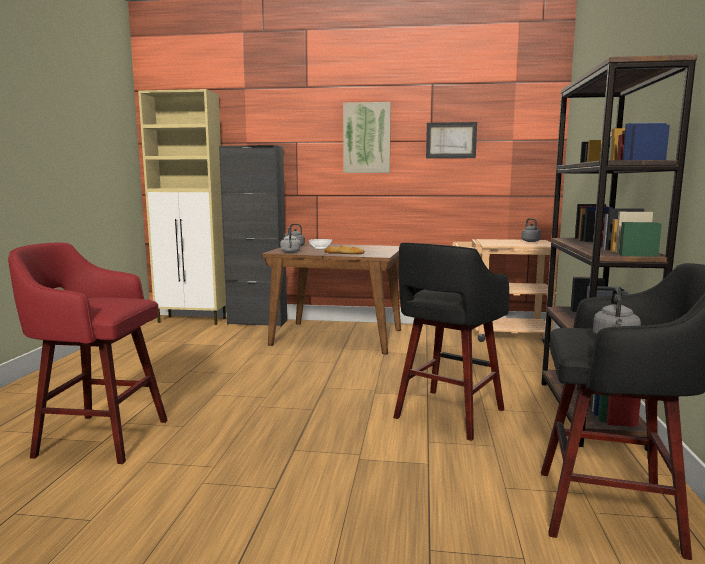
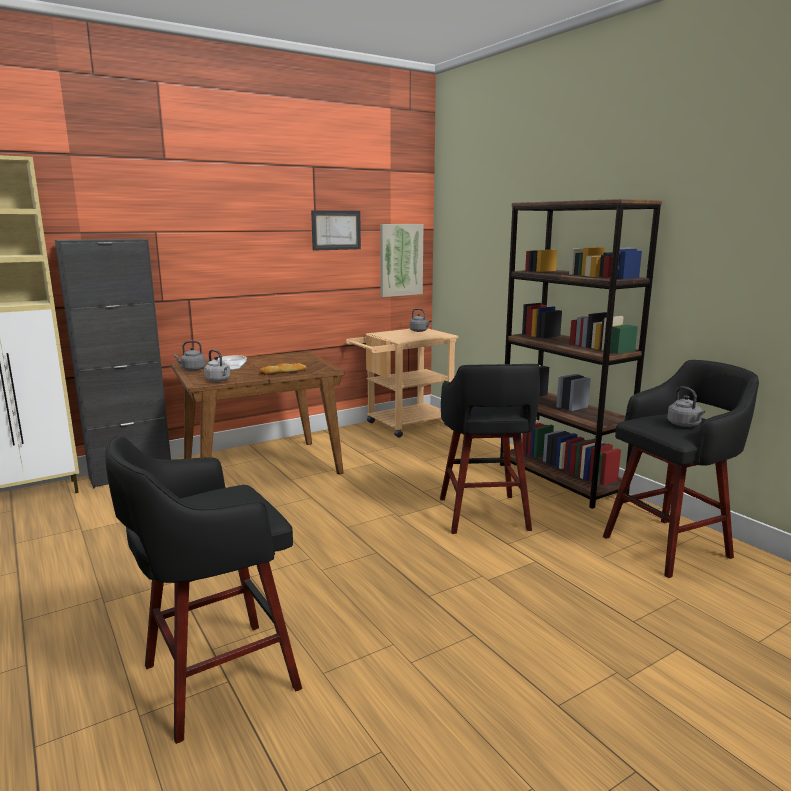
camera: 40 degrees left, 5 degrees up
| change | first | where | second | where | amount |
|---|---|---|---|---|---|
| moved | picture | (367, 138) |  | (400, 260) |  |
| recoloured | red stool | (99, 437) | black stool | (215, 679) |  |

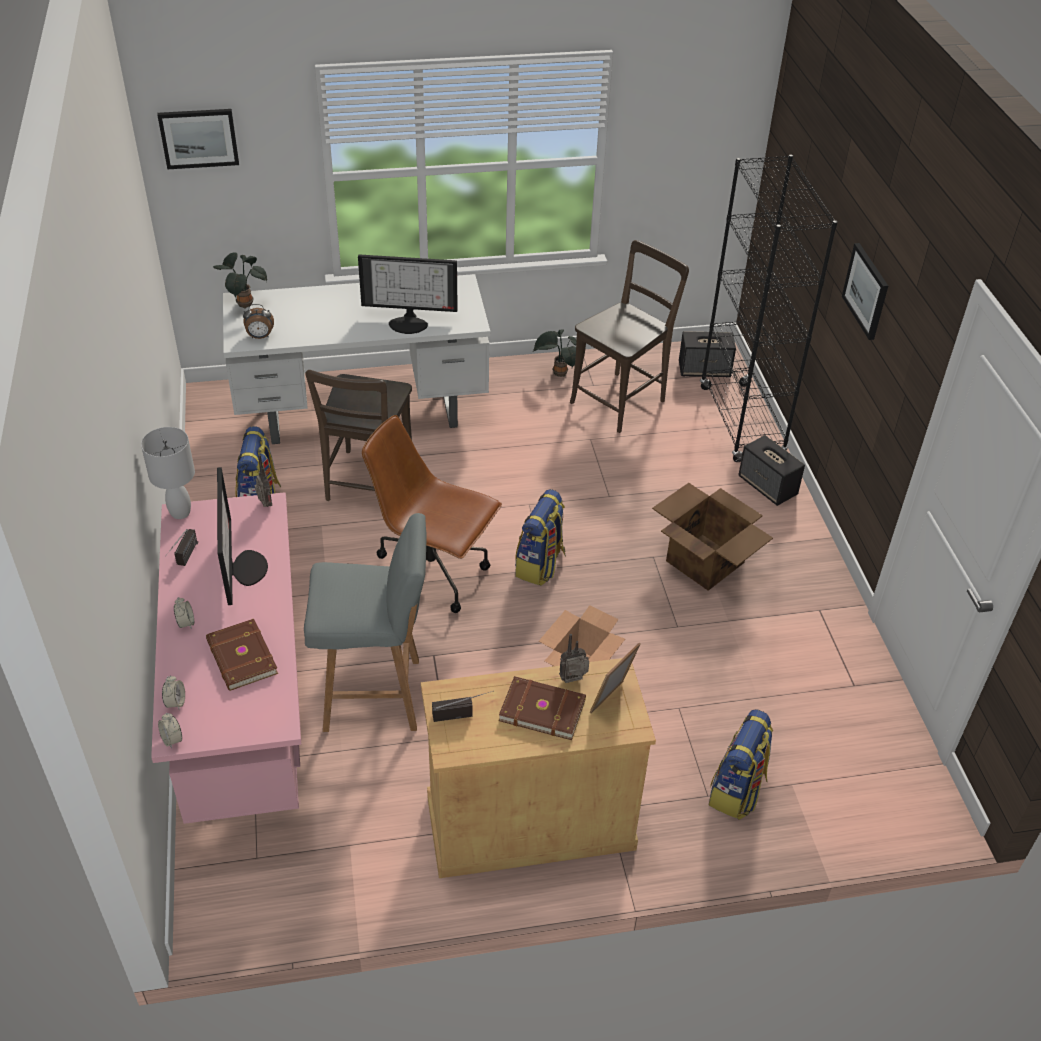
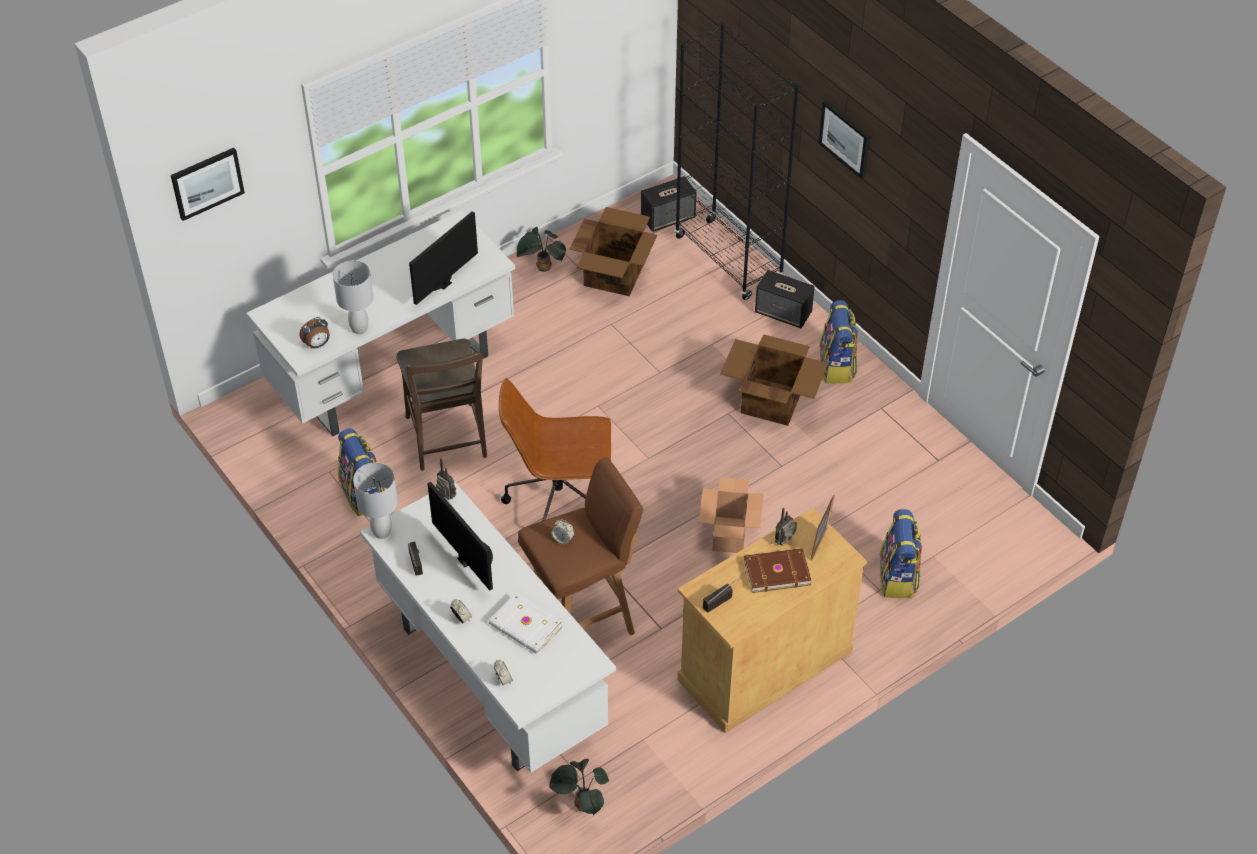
camera: 25 degrees left, 5 degrees up
| change | first | where | second | where | amount |
|---|---|---|---|---|---|
| replaced | brown chair | (621, 399) | cardboard box | (614, 274) |  |
| moved | potted plant | (243, 303) |  | (581, 805) |  |
| turned | monitor | (409, 322) |  | (439, 281) | 150 degrees clockwise |
| moved | backpack | (540, 565) |  | (837, 366) |  |
| recoloured | pink desk | (244, 715) | white desk | (490, 679) |  |
| recoloured | grey stool | (375, 695) | brown stool | (583, 619) |  |
| recoloured | brown book | (240, 658) | white book | (525, 627) |  |
| moved | alarm clock | (172, 739) |  | (563, 539) |  |
| added |  |  | white table lamp | (358, 328) |  |

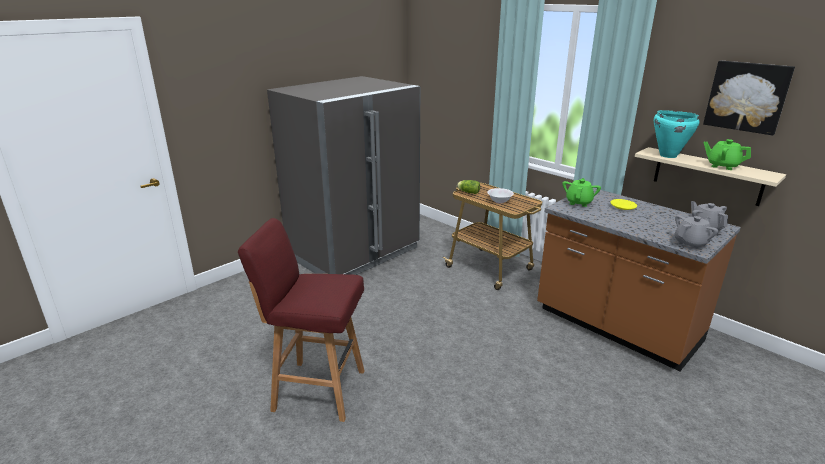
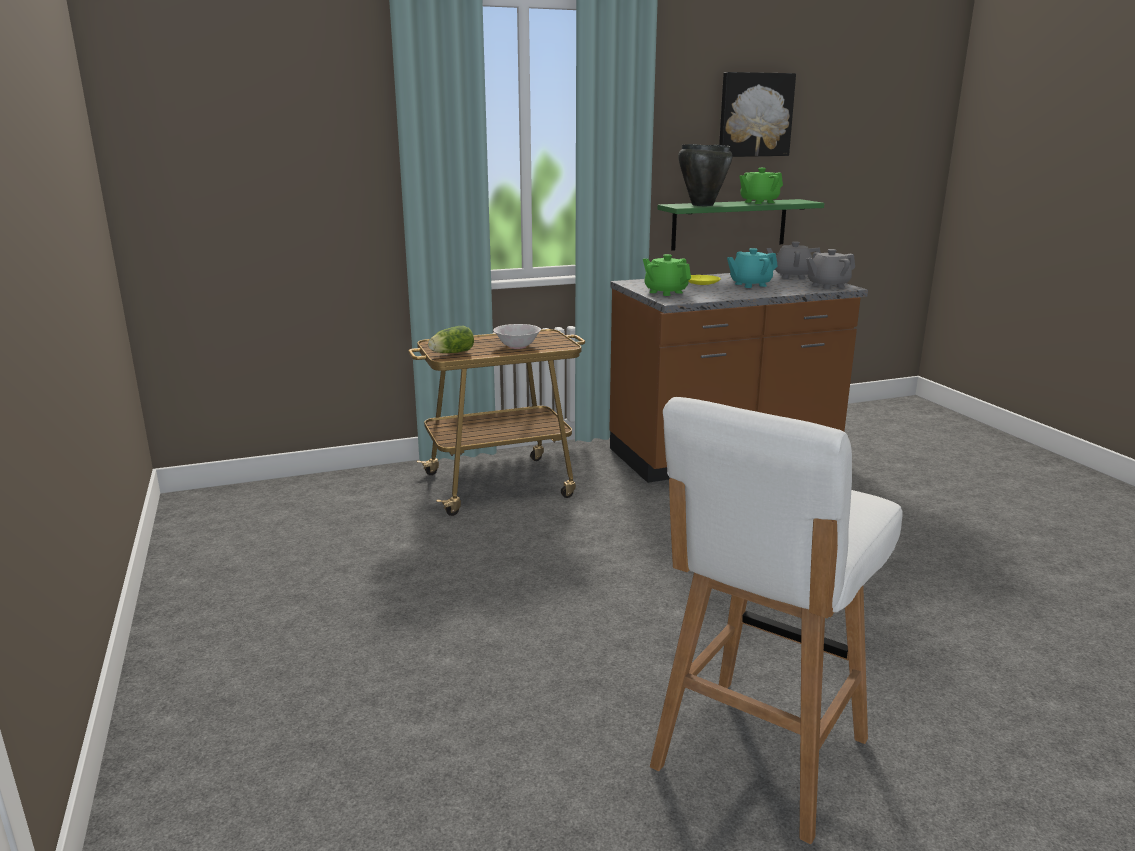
camera: 65 degrees left, 5 degrees down
| change | first | where | second | where | amount |
|---|---|---|---|---|---|
| removed | grey fridge | (354, 252) |  |  |  |
| recoloured | turquoise cooking pot | (667, 155) | black cooking pot | (702, 205) |  |
| recoloured | beige shelf | (707, 176) | green shelf | (729, 224) |  |
| turned | grey teapot | (691, 243) |  | (827, 286) | 105 degrees counterclockwise |
| recoloured | red stool | (317, 389) | white stool | (757, 756) |  |
| added |  |  | turquoise teapot | (750, 285) |  |

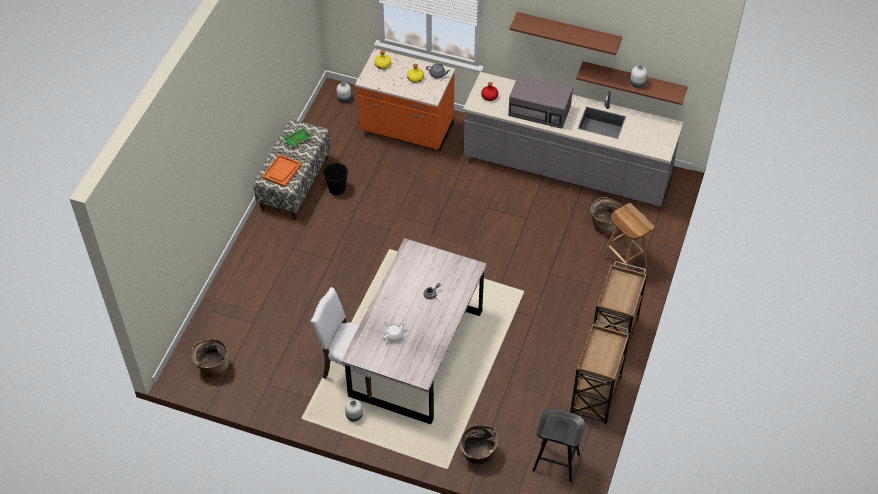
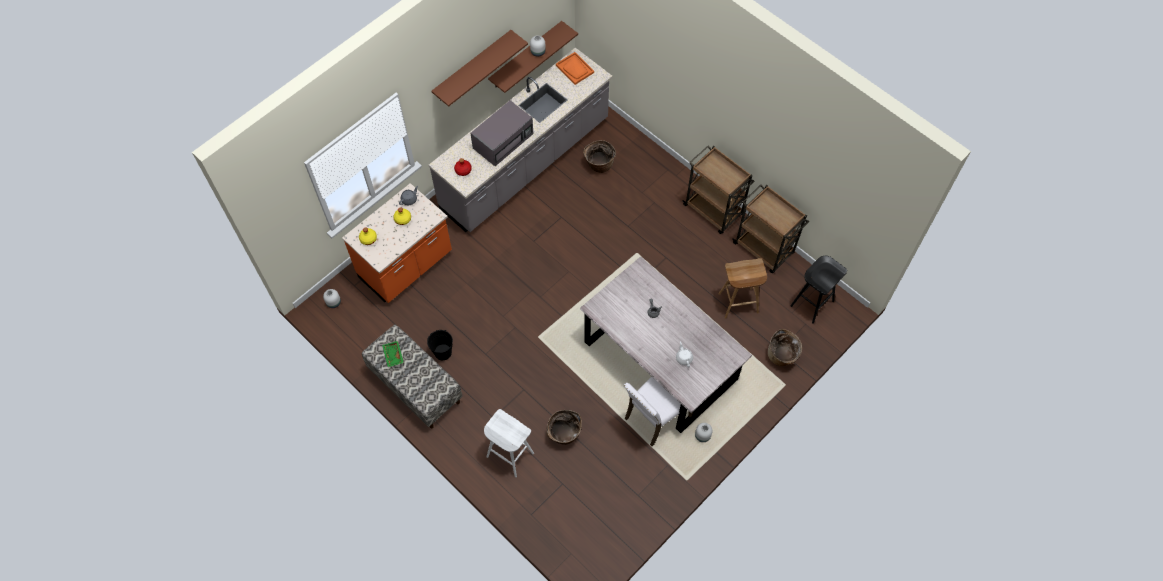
camera: 65 degrees left, 10 degrees up
| change | first | where | second | where | amount |
|---|---|---|---|---|---|
| moved | orange tray | (282, 171) |  | (575, 69) |  |
| moved | brown stool | (623, 262) |  | (738, 303) |  |
| moved | basket | (212, 367) |  | (564, 435) |  |
| added |  |  | white stool | (509, 455) |  |

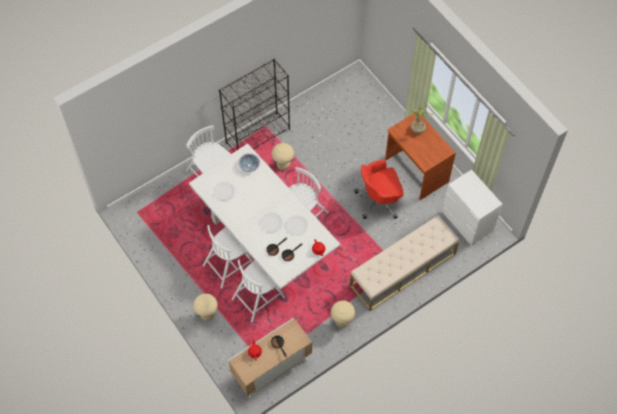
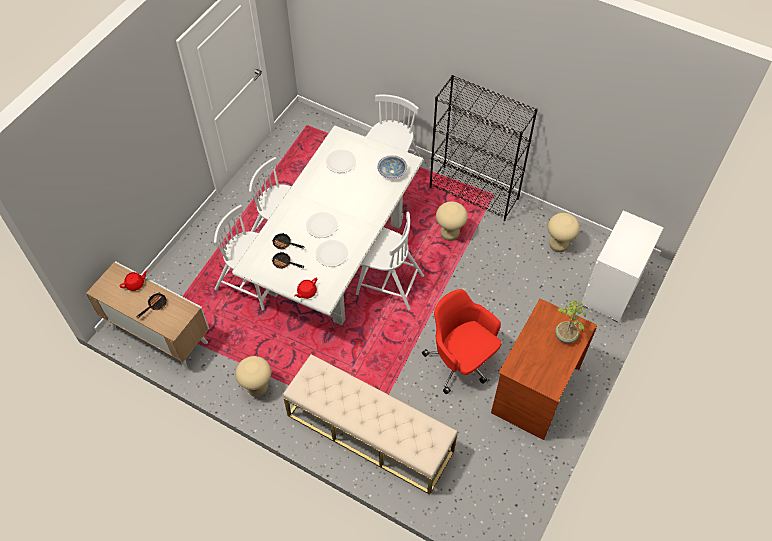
camera: 65 degrees right, 5 degrees down
| change | first | where | second | where | amount |
|---|---|---|---|---|---|
| moved | white dresser | (467, 222) |  | (611, 290) |  |
| moved | beige stool | (207, 314) |  | (558, 245) |  |

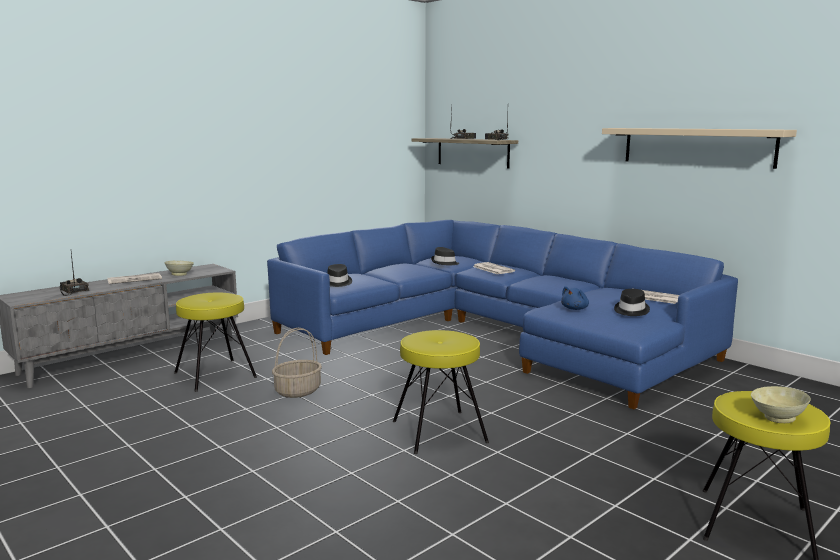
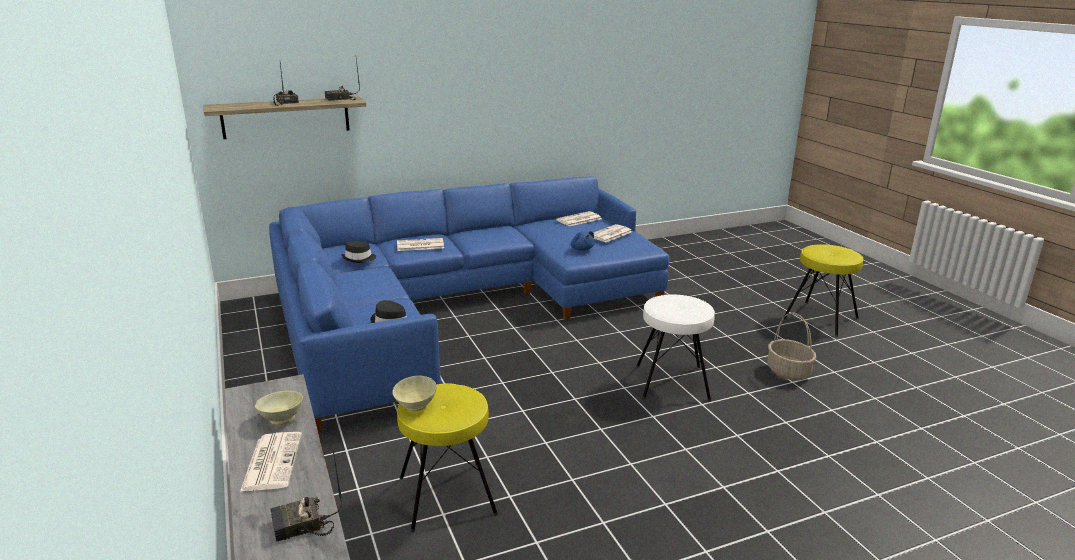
camera: 70 degrees left, 10 degrees up
| change | first | where | second | where | amount |
|---|---|---|---|---|---|
| removed | beige shelf | (697, 146) |  |  |  |
| replaced | black hat | (631, 310) | newspaper | (610, 234) |  |
| moved | basket | (298, 391) |  | (787, 371) |  |
| recoloured | yellow stool | (439, 431) | white stool | (672, 382) |  |
| moved | beige bowl | (776, 418) |  | (415, 406) |  |

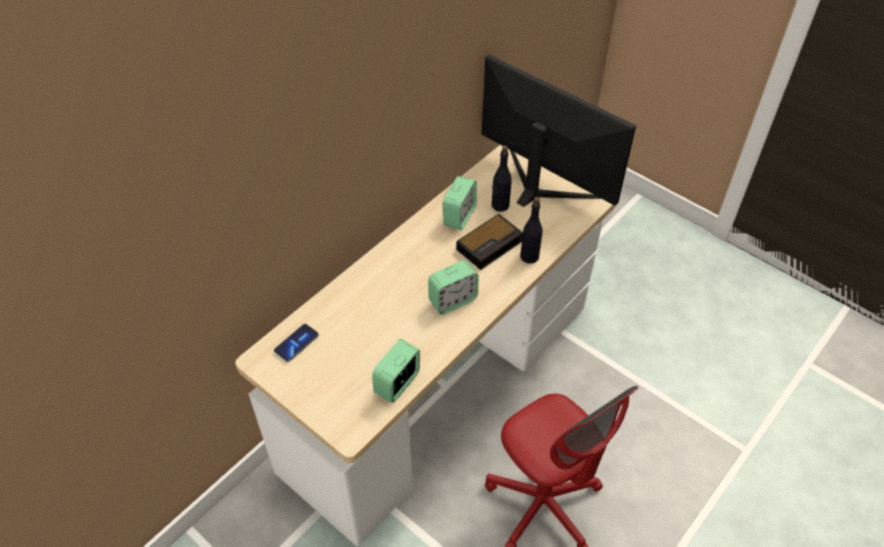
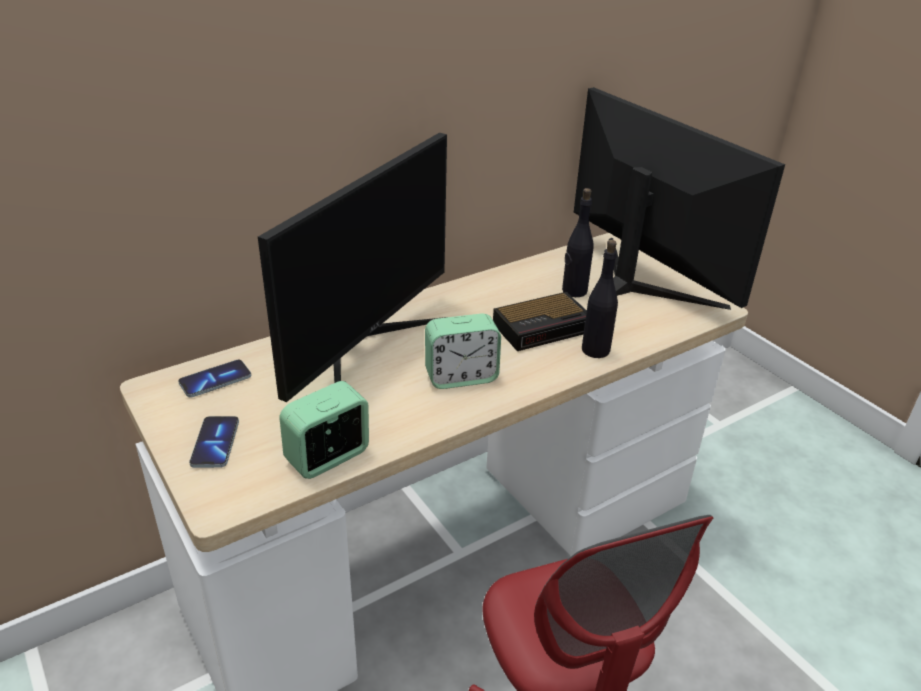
camera: 15 degrees right, 15 degrees down
| change | first | where | second | where | amount |
|---|---|---|---|---|---|
| removed | alarm clock | (459, 216) |  |  |  |
| added |  |  | monitor | (363, 350) |  |
| added |  |  | phone | (215, 443) |  |

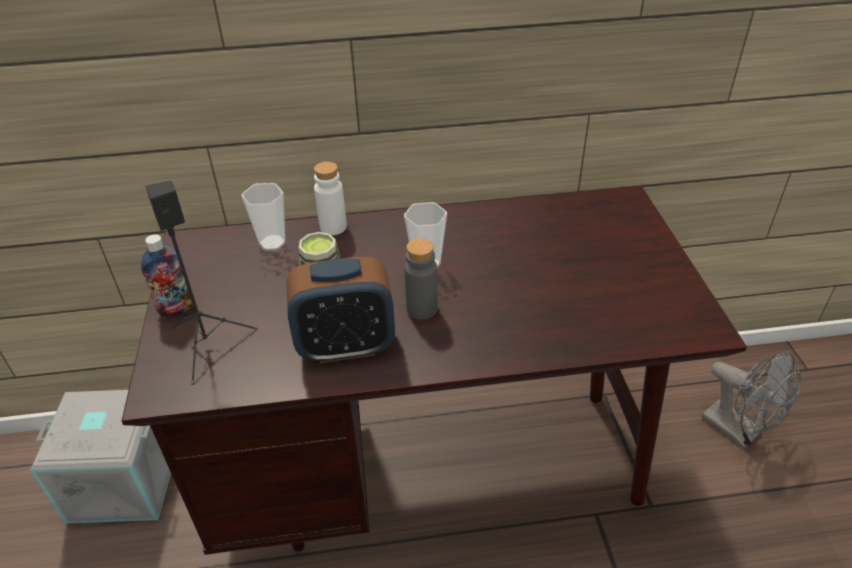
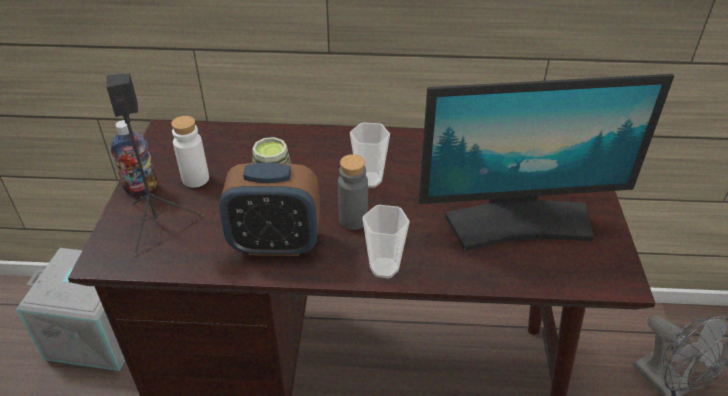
camera: 10 degrees right, 0 degrees up
| change | first | where | second | where | amount |
|---|---|---|---|---|---|
| moved | white bottle | (333, 227) |  | (195, 179) |  |
| moved | cup | (272, 243) |  | (384, 268) |  |
| added |  |  | monitor | (519, 223) |  |

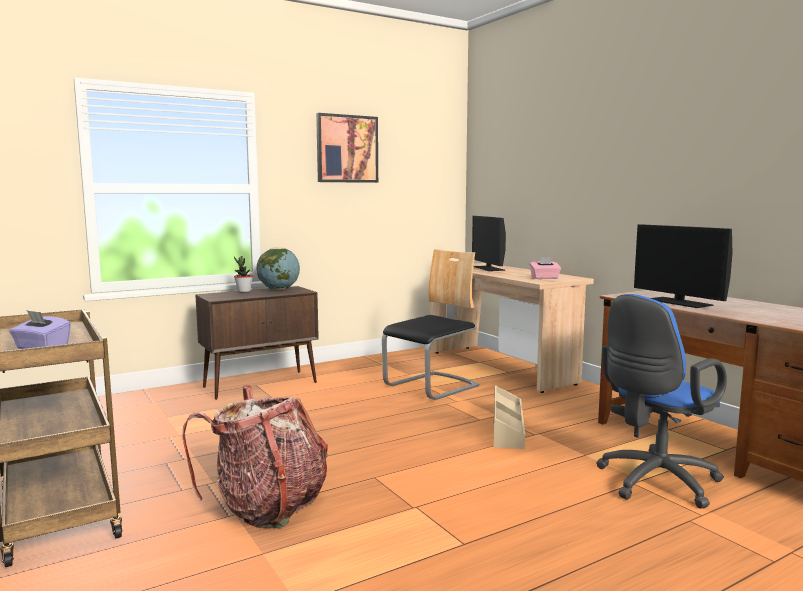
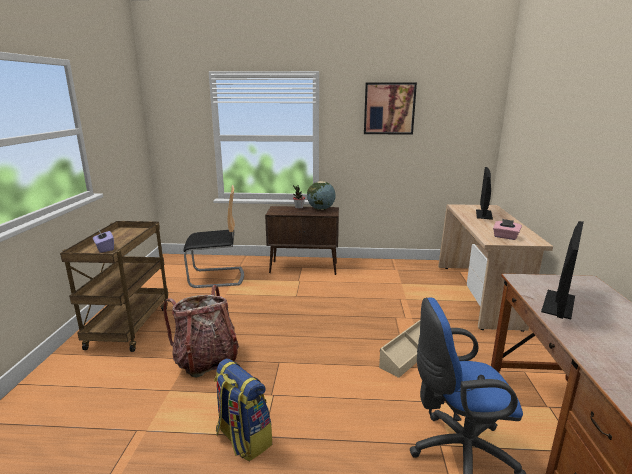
camera: 35 degrees right, 10 degrees up
| change | first | where | second | where | amount |
|---|---|---|---|---|---|
| turned | monitor | (679, 302) |  | (558, 304) | 150 degrees counterclockwise |
| moved | chair | (432, 386) |  | (216, 277) |  |
| added |  |  | backpack | (242, 439) |  |

